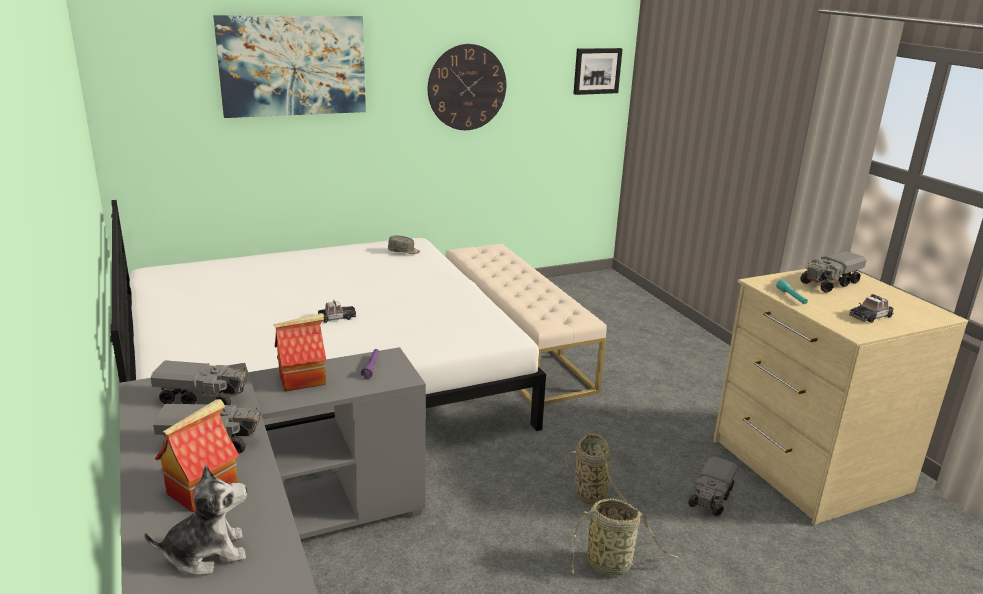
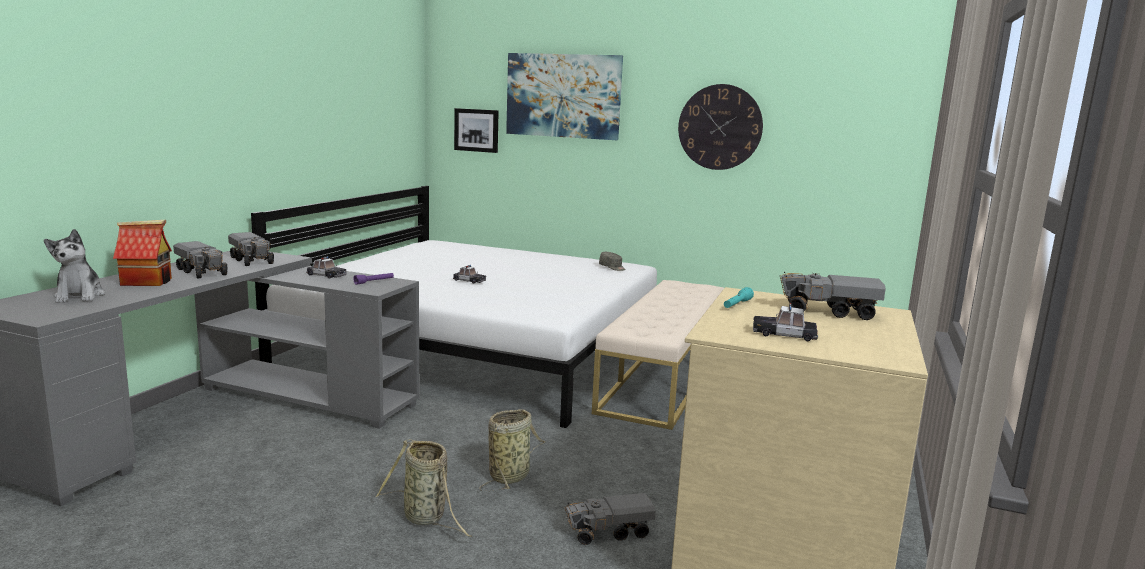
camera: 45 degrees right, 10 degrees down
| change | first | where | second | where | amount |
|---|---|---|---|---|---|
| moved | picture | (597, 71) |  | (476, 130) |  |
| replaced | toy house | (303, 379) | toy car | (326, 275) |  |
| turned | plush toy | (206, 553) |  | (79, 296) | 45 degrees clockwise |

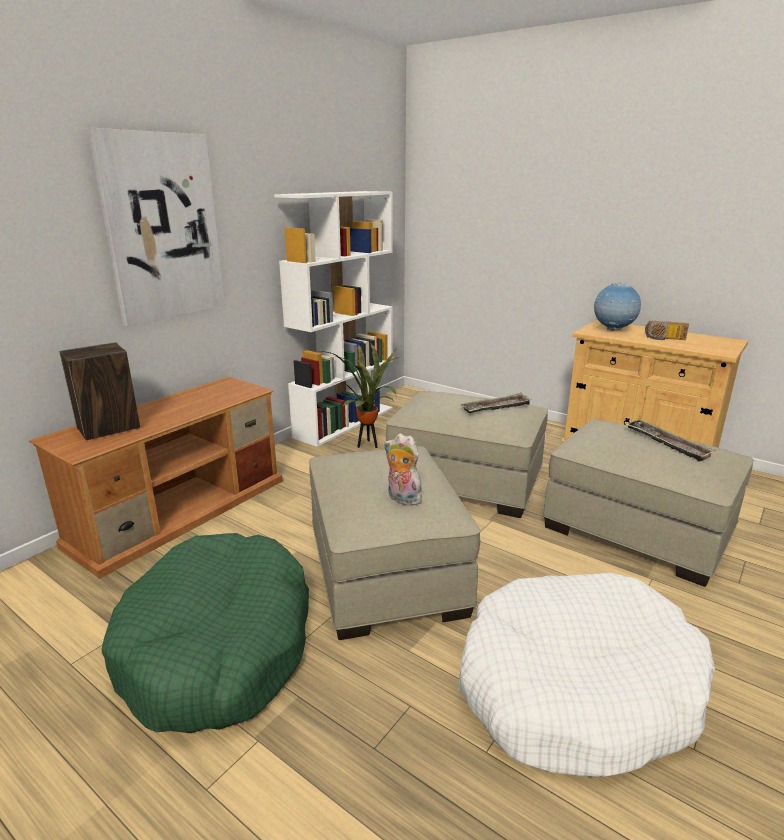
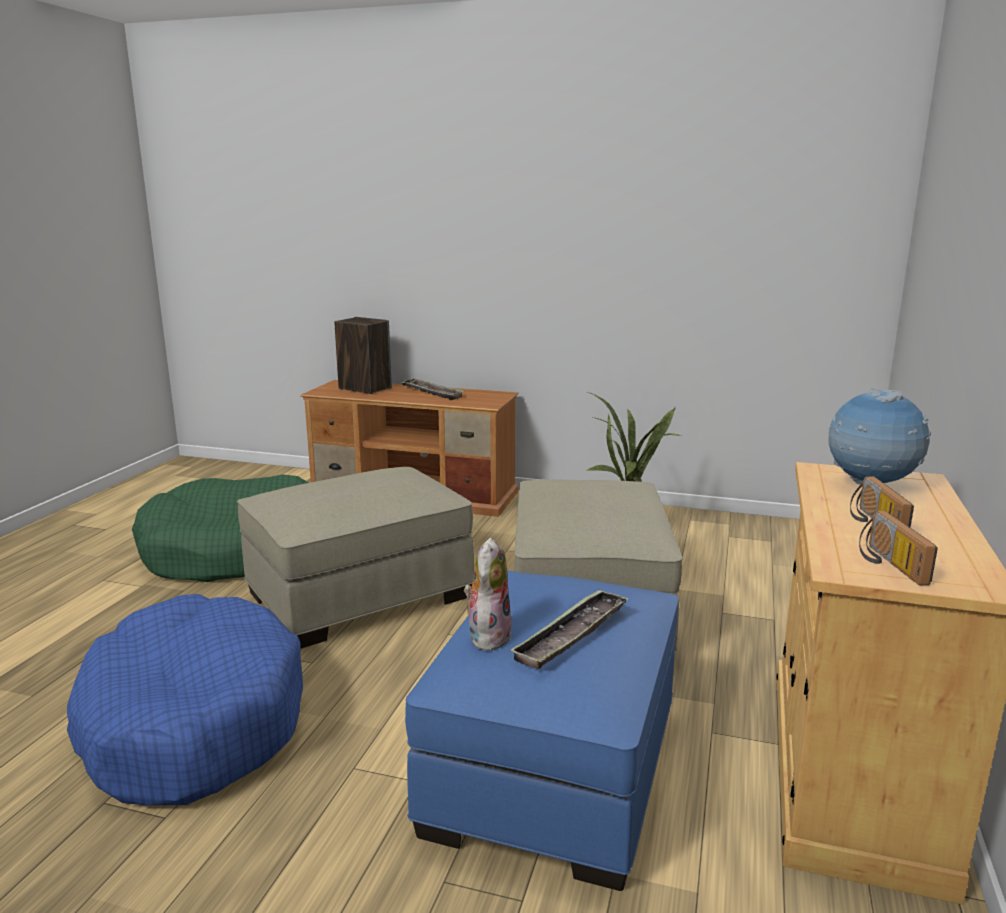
camera: 70 degrees right, 5 degrees down
| change | first | where | second | where | amount |
|---|---|---|---|---|---|
| removed | picture | (162, 228) |  |  |  |
| removed | white bookcase | (345, 422) |  |  |  |
| moved | tray | (496, 407) |  | (432, 393) |  |
| recoloured | beige ottoman | (638, 530) | blue ottoman | (553, 770) |  |
| moved | plush toy | (402, 499) |  | (488, 635) |  |
| recoloured | white dog bed | (576, 689) | blue dog bed | (192, 721) |  |
| added |  |  | radio | (887, 564) |  |

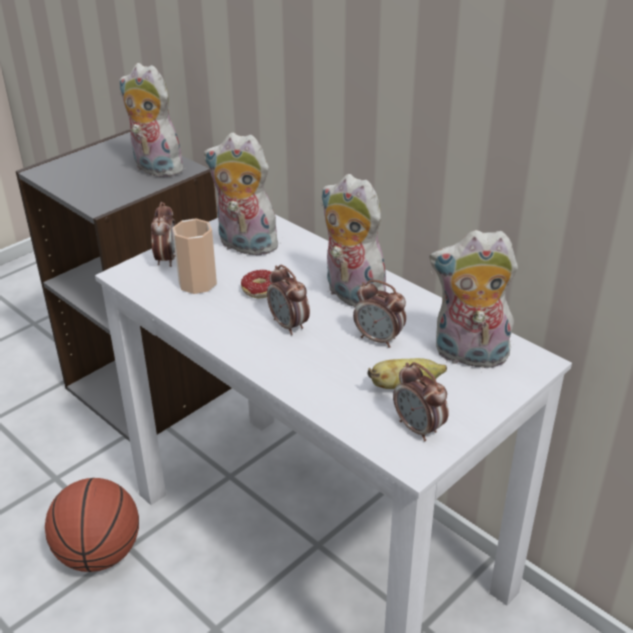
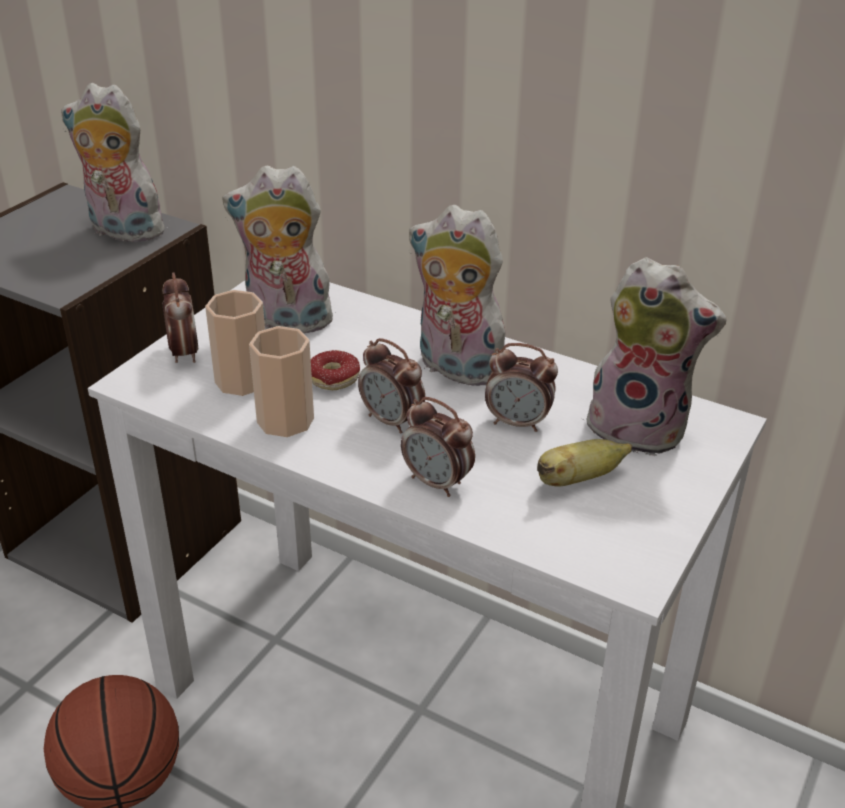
camera: 15 degrees left, 0 degrees up
| change | first | where | second | where | amount |
|---|---|---|---|---|---|
| turned | plush toy | (468, 356) |  | (640, 428) | 150 degrees counterclockwise |
| moved | alarm clock | (418, 428) |  | (437, 483) |  |
| added |  |  | cup | (285, 420) |  |

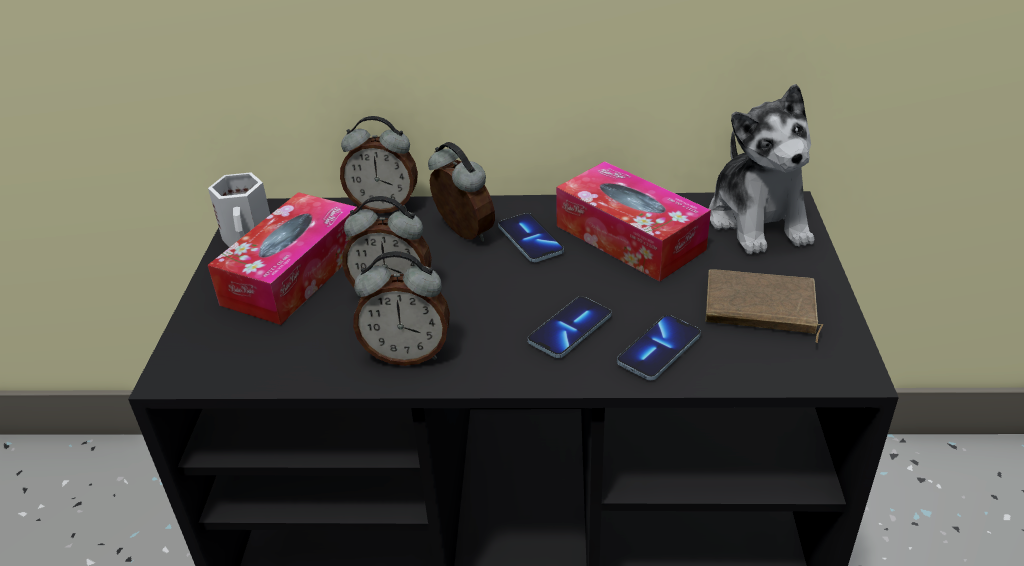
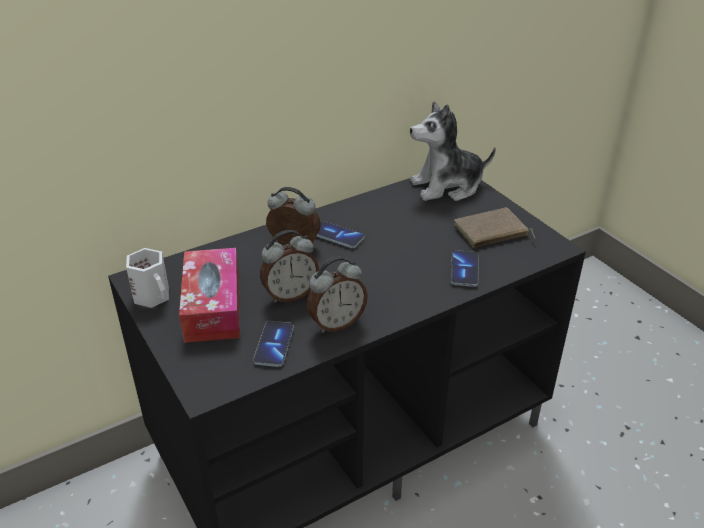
camera: 35 degrees left, 0 degrees up
| change | first | where | second | where | amount |
|---|---|---|---|---|---|
| turned | plush toy | (758, 221) |  | (447, 186) | 120 degrees clockwise |
| removed | alarm clock | (384, 206) |  |  |  |
| removed | tissue box | (629, 237) |  |  |  |
| moved | phone | (570, 329) |  | (274, 345) |  |

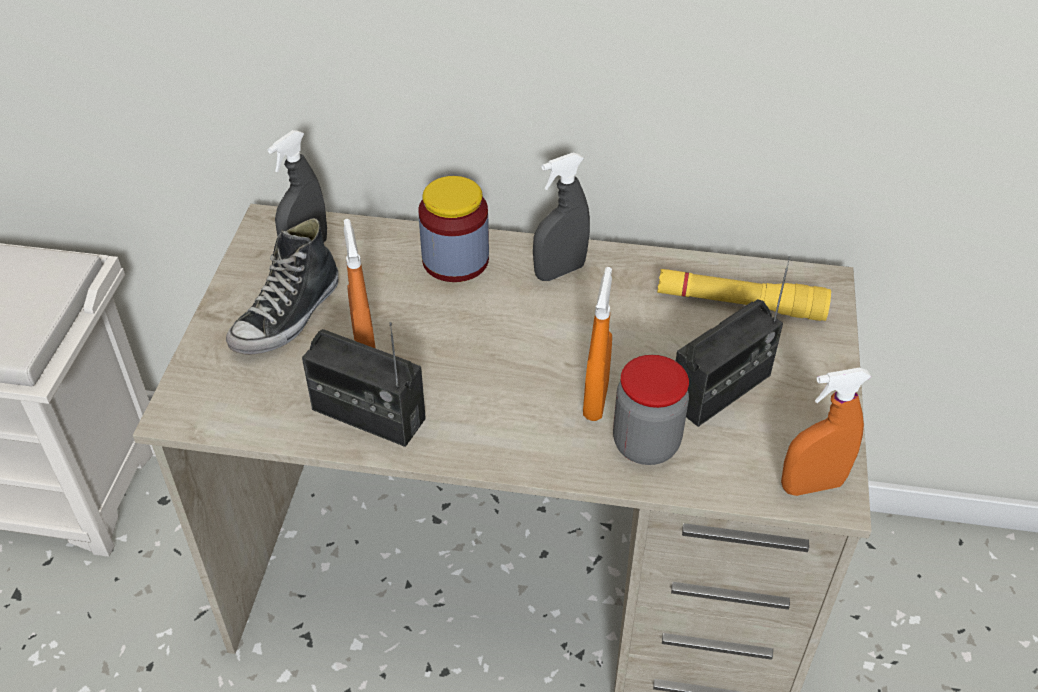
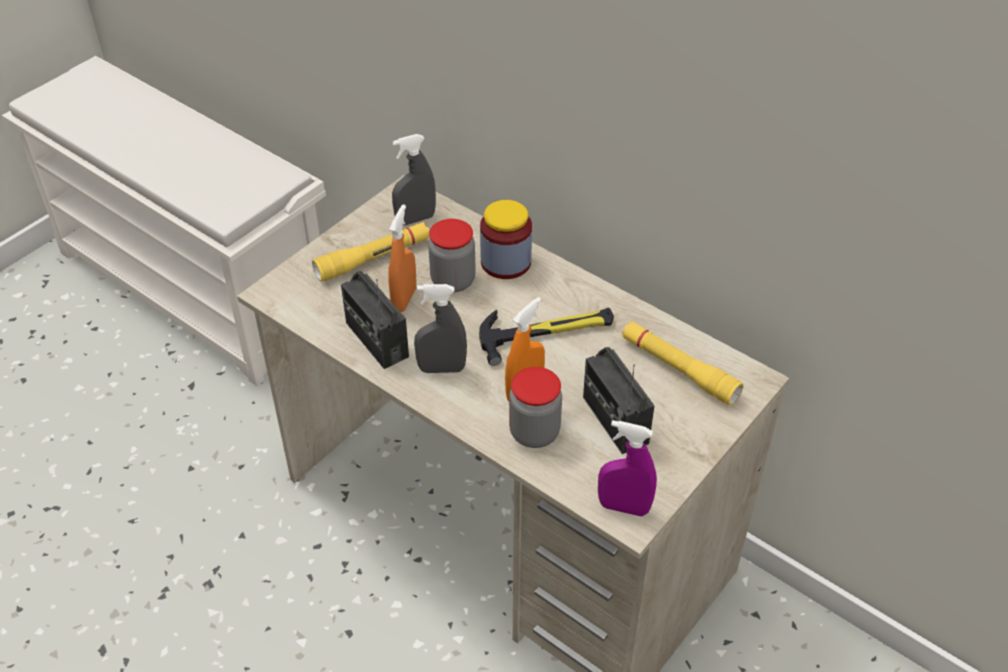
camera: 30 degrees right, 0 degrees up
| change | first | where | second | where | amount |
|---|---|---|---|---|---|
| moved | grey spray bottle | (559, 271) |  | (441, 369) |  |
| replaced | shoe | (288, 317) | yellow flashlight | (373, 259) |  |
| turned | radio | (720, 389) |  | (614, 420) | 75 degrees clockwise |
| recoloured | orange spray bottle | (811, 485) | purple spray bottle | (623, 507) |  |
| added |  |  | jar | (453, 281) |  |
| added |  |  | hammer | (547, 332) |  |

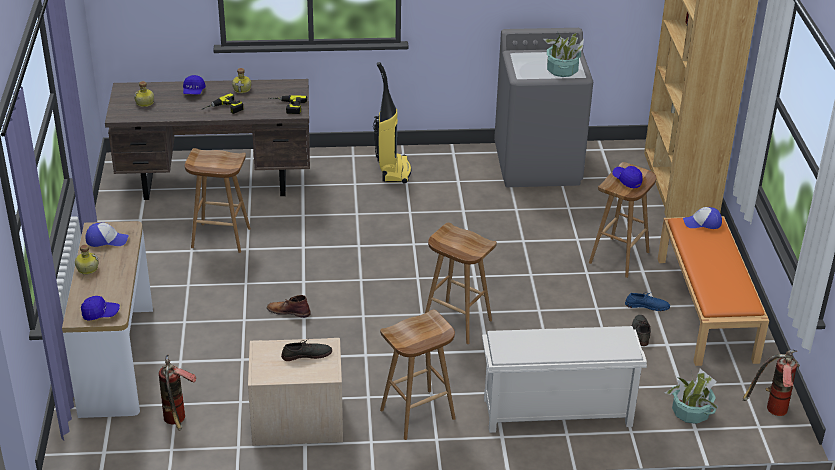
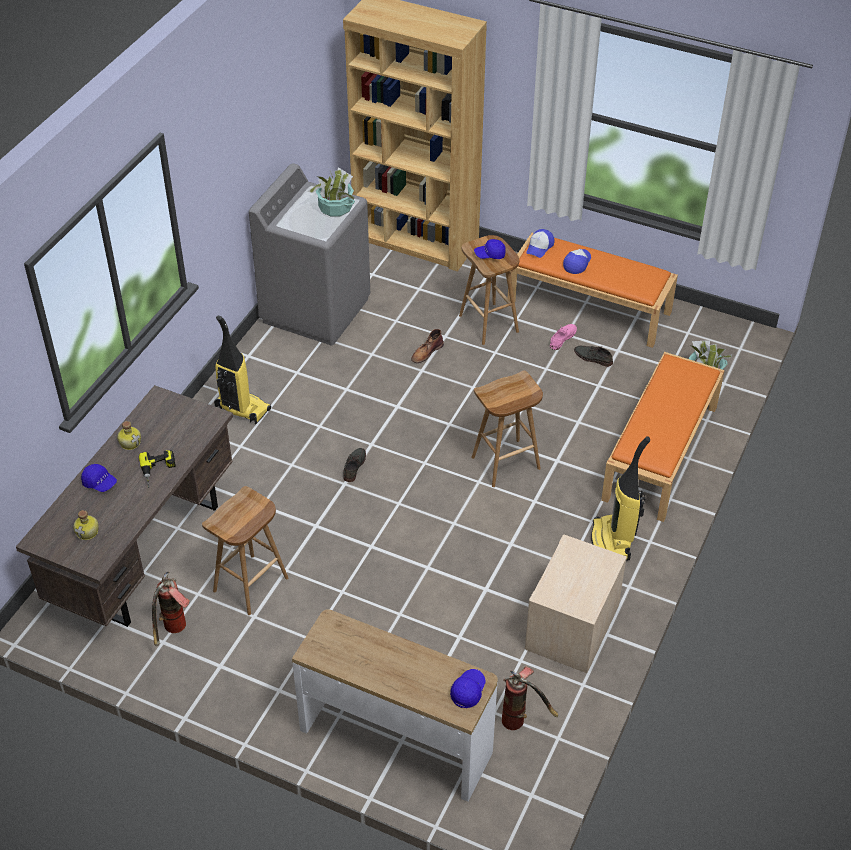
camera: 60 degrees left, 10 degrees up
| change | first | where | second | where | amount |
|---|---|---|---|---|---|
| removed | power drill | (286, 107) |  |  |  |
| moved | cap | (106, 240) |  | (577, 263) |  |
| removed | bottle | (87, 268) |  |  |  |
| recoloured | blue shoe | (647, 305) | pink shoe | (562, 338) |  |
| moved | brown boot | (288, 311) |  | (426, 352) |  |
| replaced | brown stool | (417, 415) | vacuum cleaner | (612, 541) |  |
| replaced | white shoe rack | (556, 413) | orange bench | (661, 453) |  |
| moved | grey shoe | (306, 354) |  | (354, 466) |  |
| moved | fire extinguisher | (770, 411) |  | (173, 632) |  |

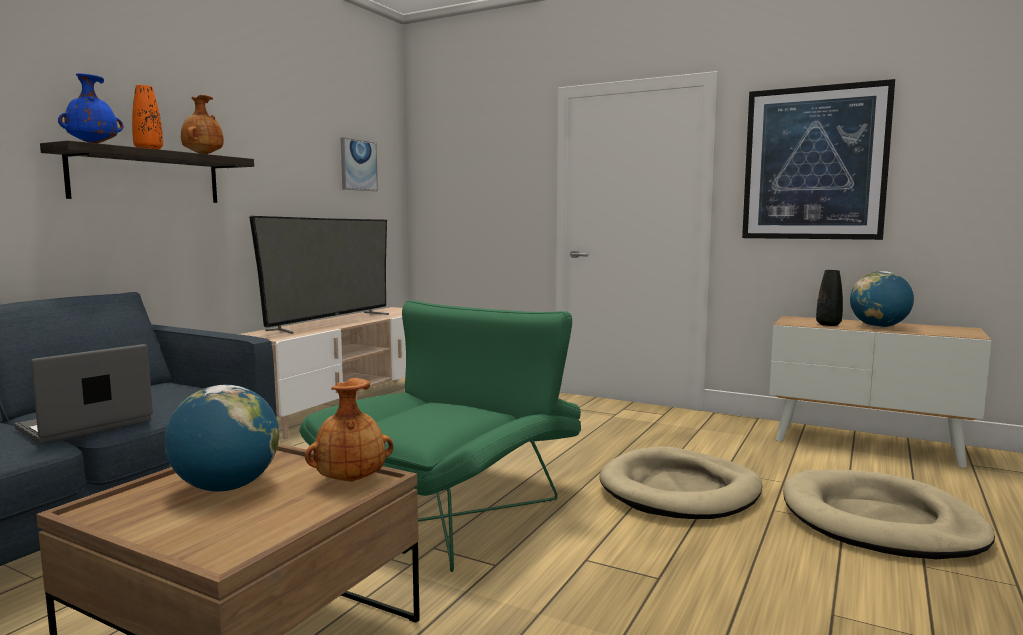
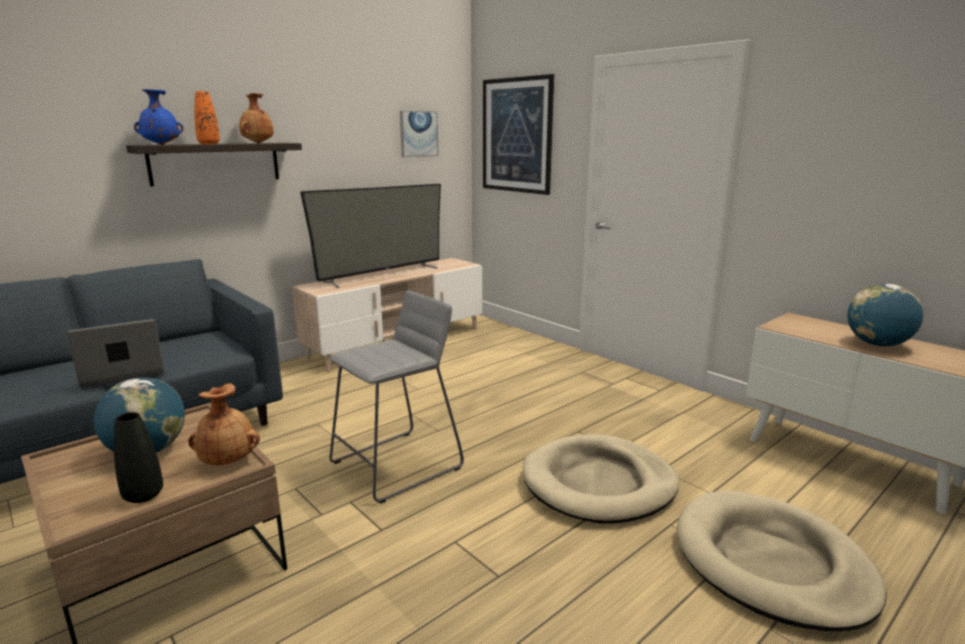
camera: 20 degrees right, 10 degrees up
| change | first | where | second | where | amount |
|---|---|---|---|---|---|
| moved | picture | (814, 163) |  | (516, 135) |  |
| moved | black vase | (828, 324) |  | (143, 495) |  |
| replaced | green armchair | (456, 508) | grey stool | (397, 465) |  |

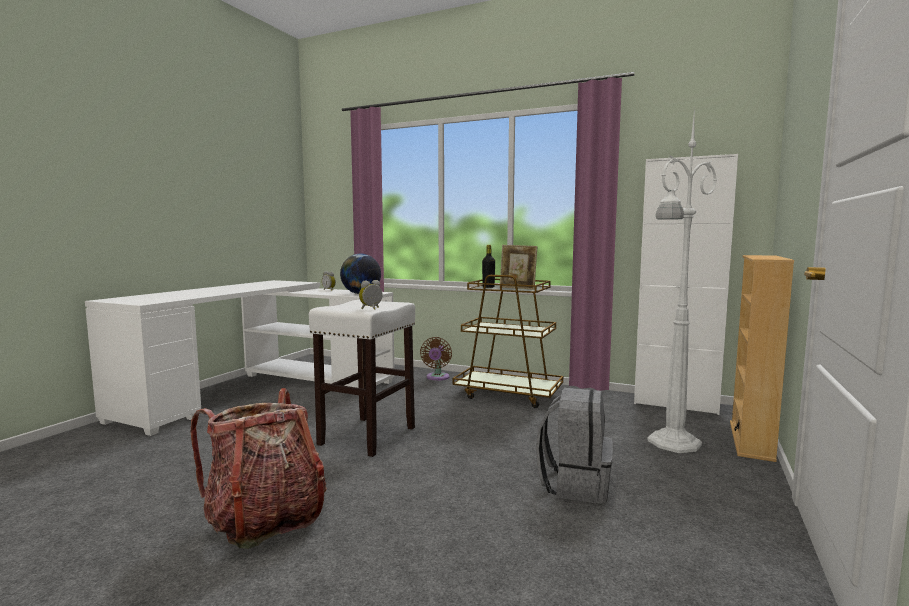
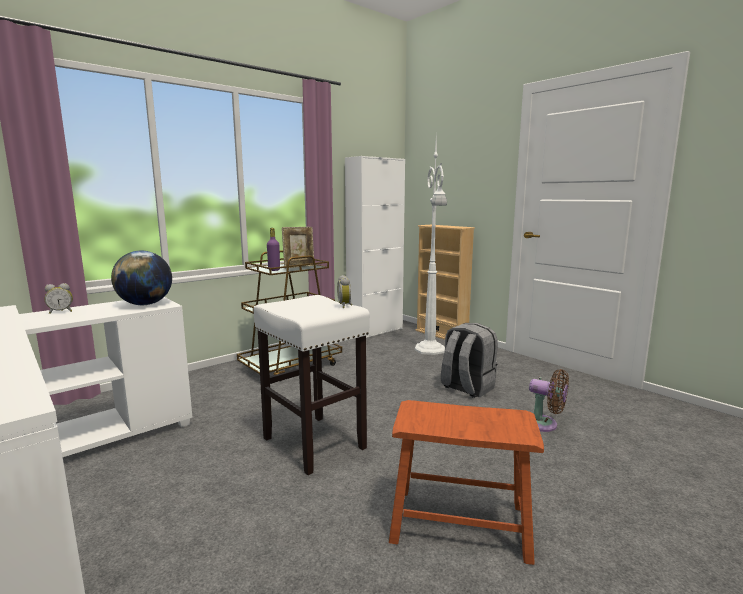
camera: 65 degrees left, 5 degrees up
| change | first | where | second | where | amount |
|---|---|---|---|---|---|
| recoloured | black bottle | (488, 287) | purple bottle | (274, 270) |  |
| moved | brown fan | (437, 378) |  | (544, 424) |  |
| replaced | backpack | (265, 519) | brown stool | (460, 522) |  |

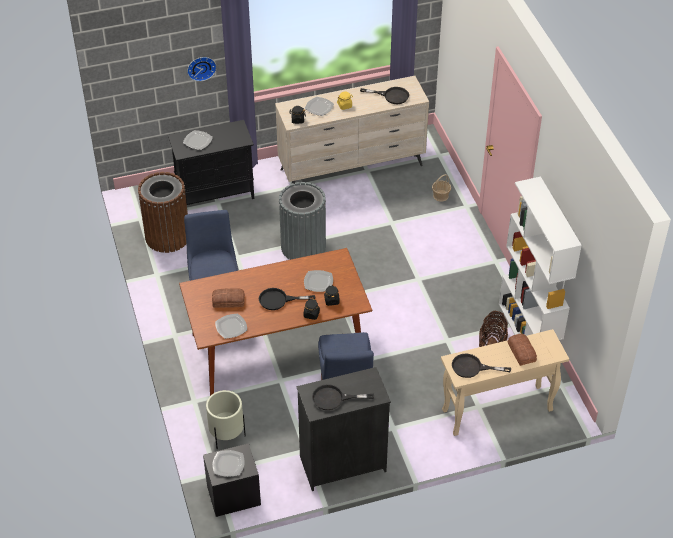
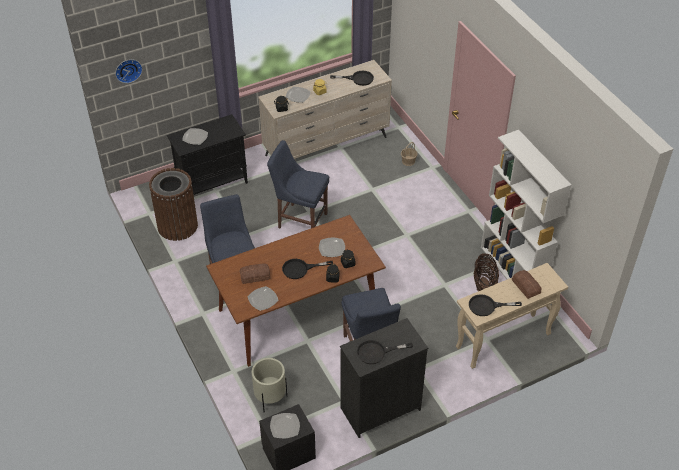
camera: 10 degrees left, 0 degrees up
| change | first | where | second | where | amount |
|---|---|---|---|---|---|
| moved | wall clock | (201, 67) |  | (128, 70) |  |
| replaced | grey trash can | (303, 246) | blue chair | (300, 219) |  |

